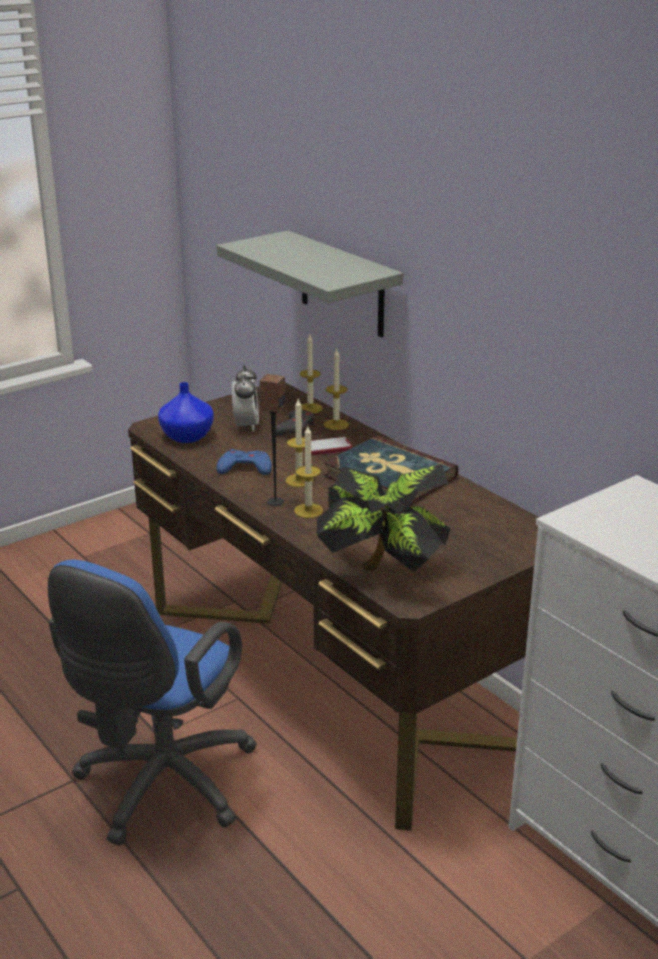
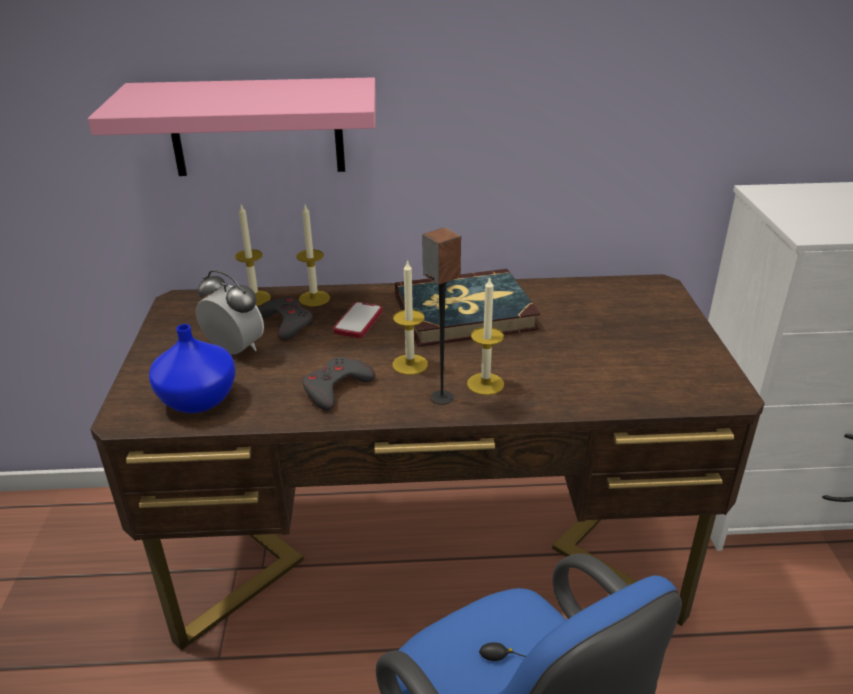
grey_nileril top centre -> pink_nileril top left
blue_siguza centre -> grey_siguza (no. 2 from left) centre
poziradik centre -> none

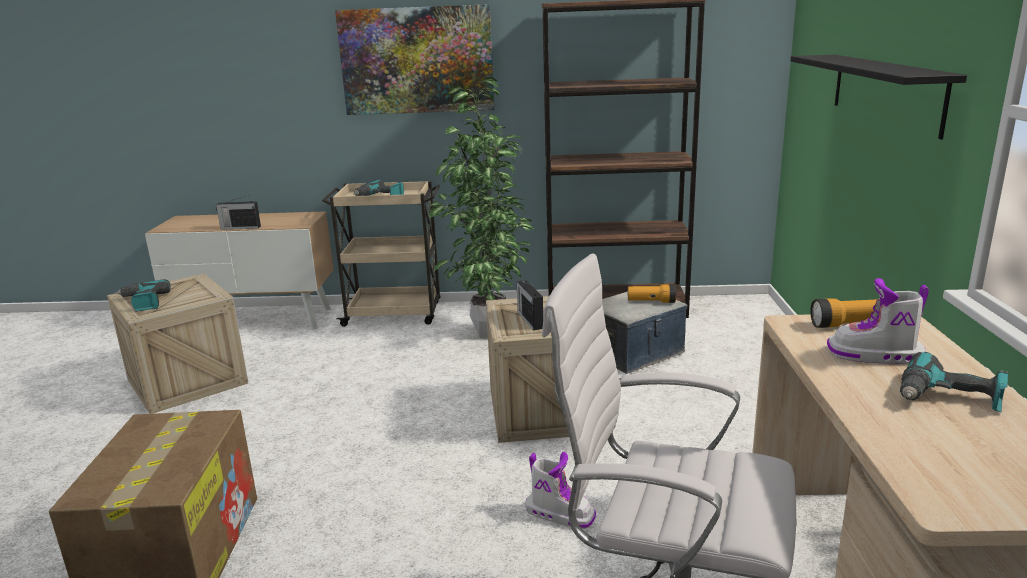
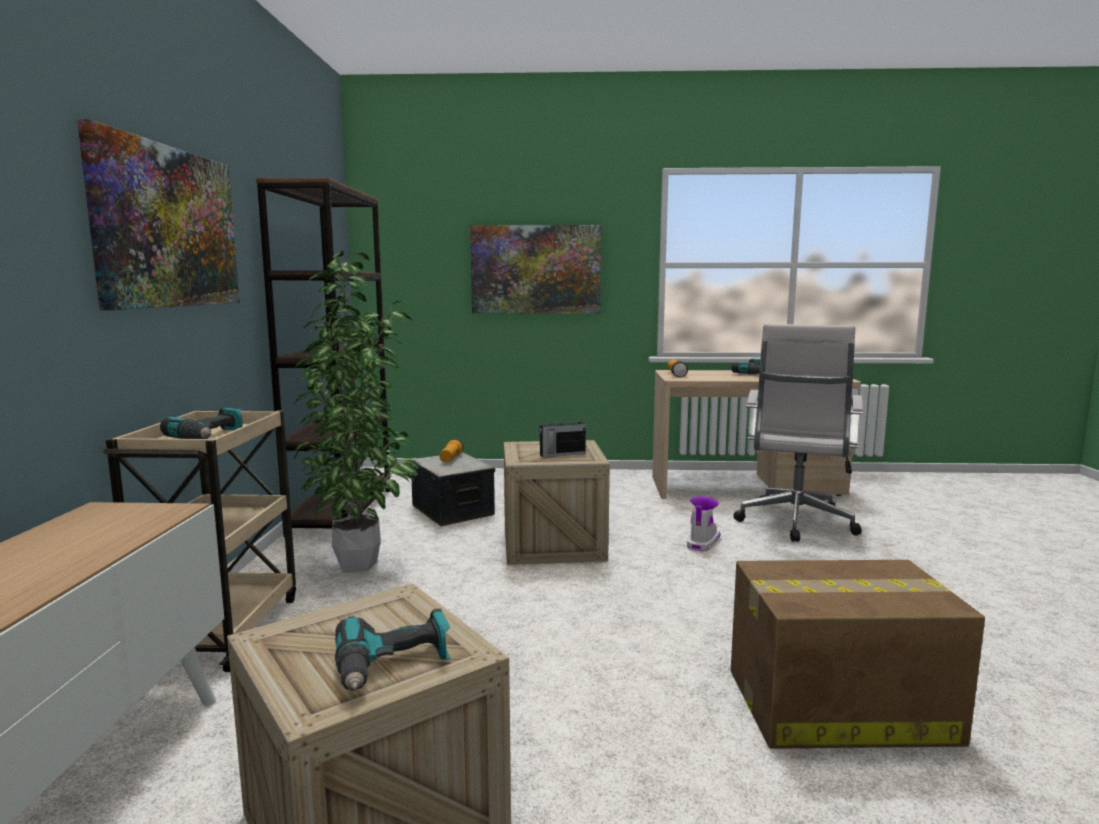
black_nileril top right -> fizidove (no. 2 from left) top centre
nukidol (no. 1 from left) middle left -> none
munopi (no. 2 from left) middle right -> none

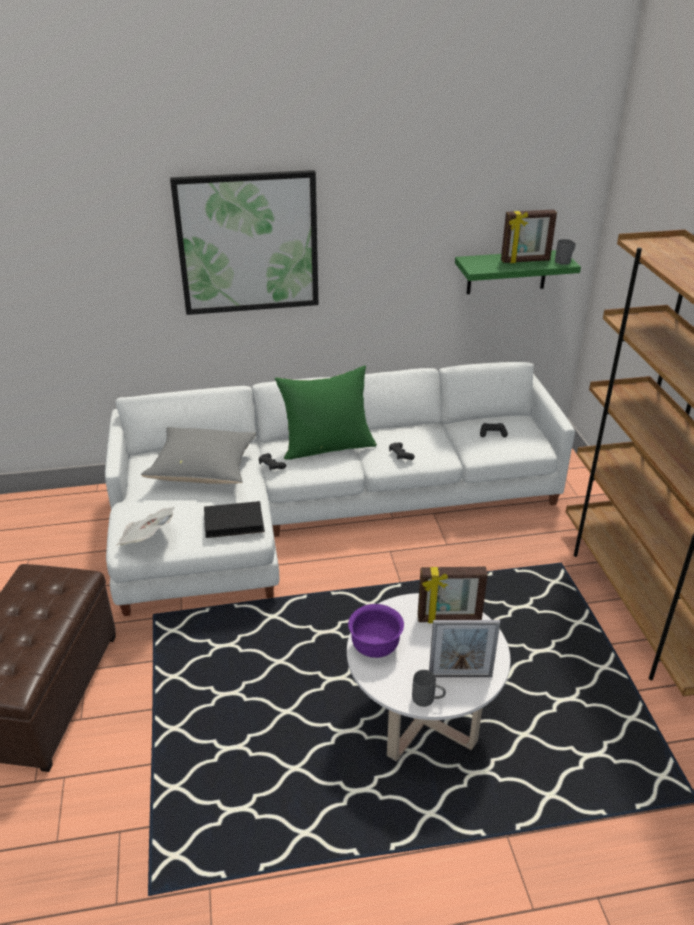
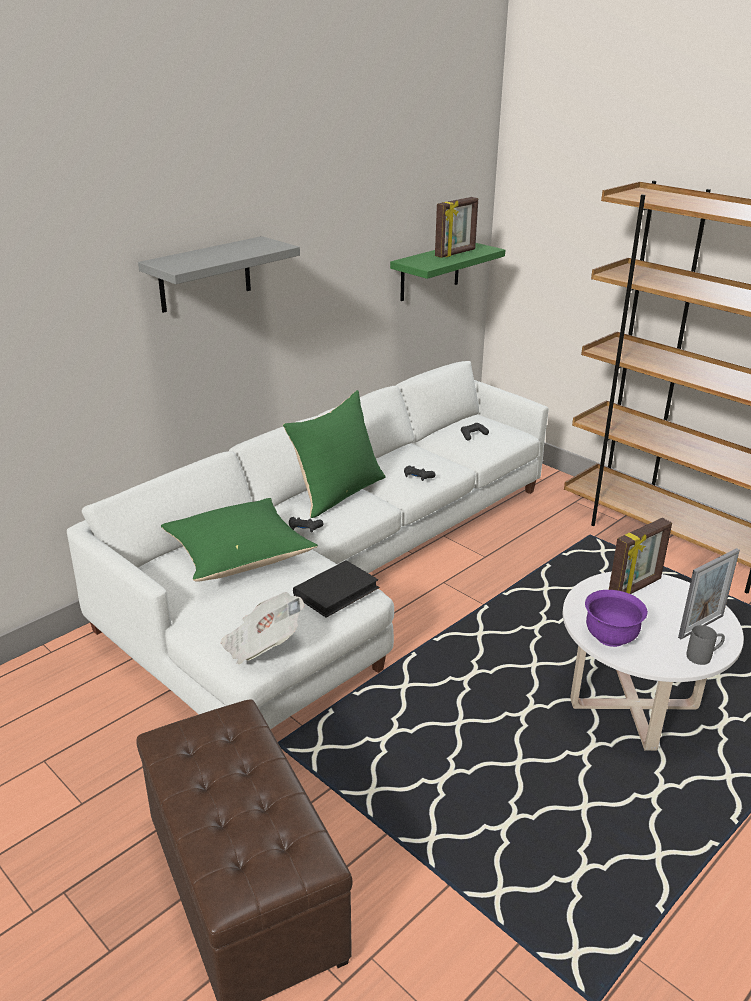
fizidove top centre -> grey_nileril top left
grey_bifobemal (no. 2 from left) top right -> none
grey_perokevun middle left -> green_perokevun (no. 1 from left) middle left

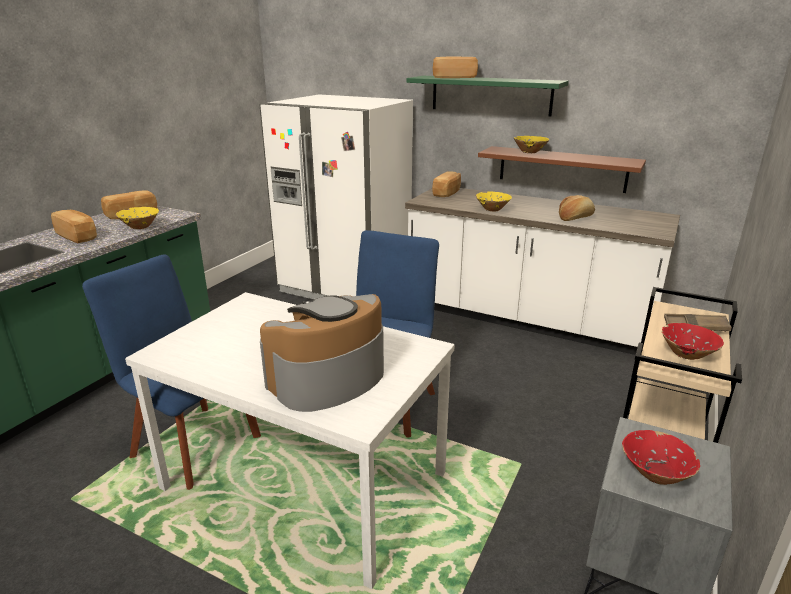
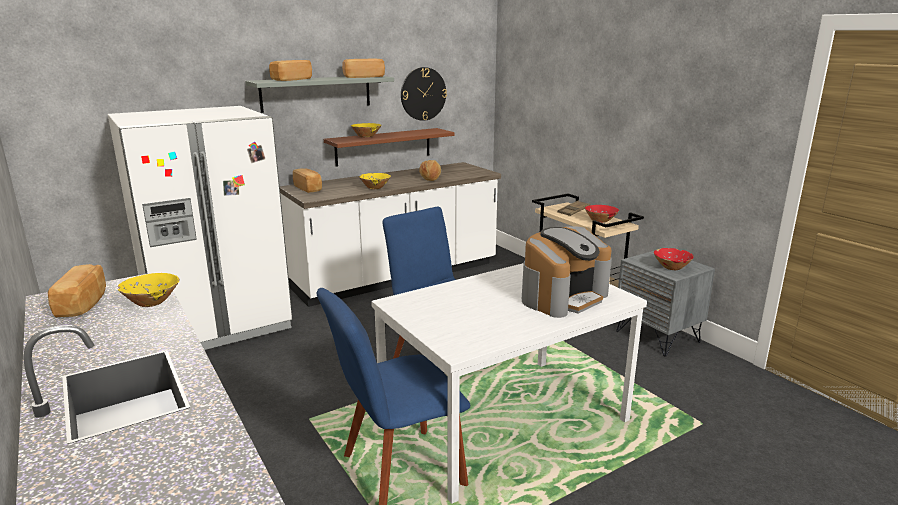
green_nileril top centre -> grey_nileril top centre
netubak (no. 1 from left in the first image) middle left -> netubak (no. 4 from left) top centre, shifted
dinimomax centre, 120 degrees counterclockwise
none -> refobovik top centre

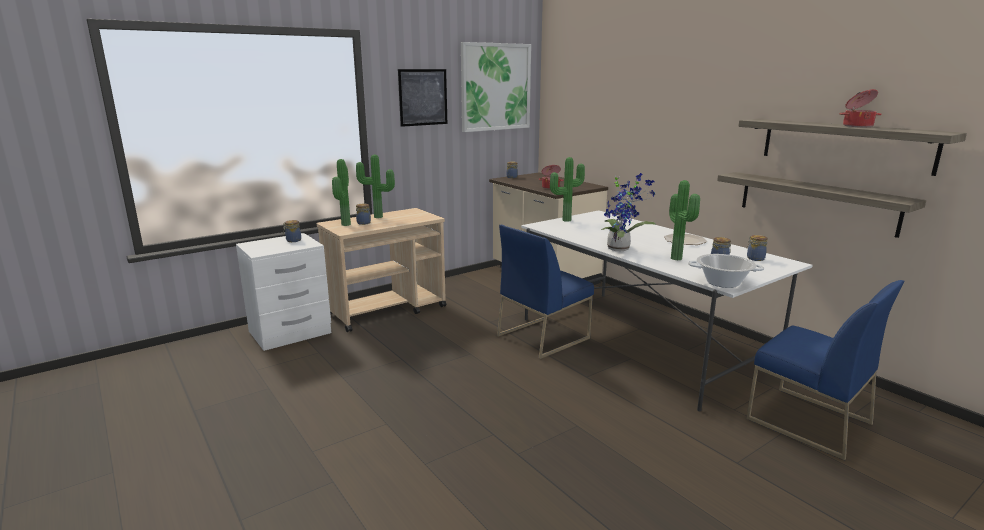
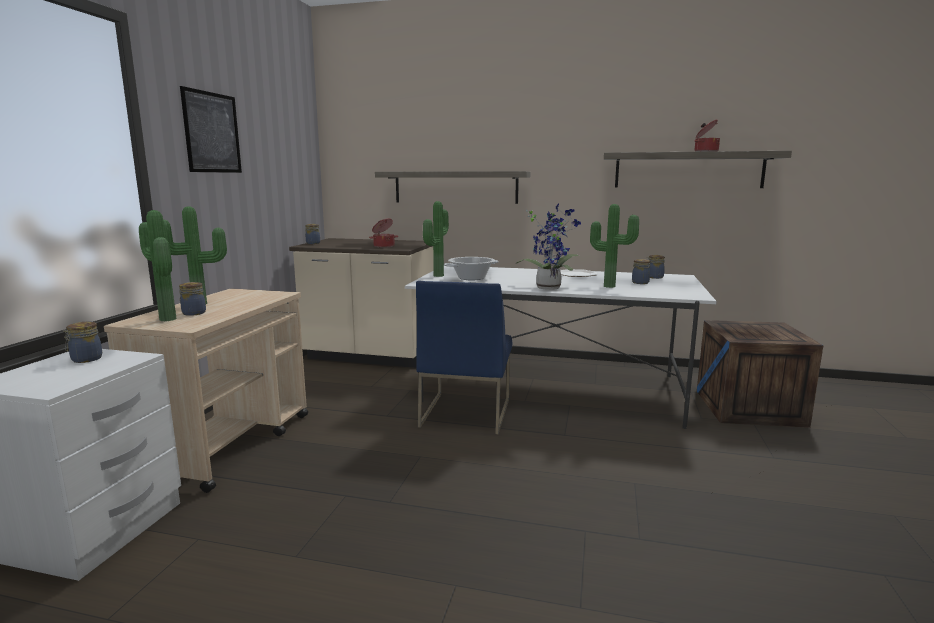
fizidove (no. 2 from left) top centre -> none
nileril (no. 1 from left) middle right -> nileril (no. 1 from left) top centre, shifted
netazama (no. 2 from left) middle right -> netazama (no. 2 from left) centre, shifted
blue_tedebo (no. 2 from left) bottom right -> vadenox middle right

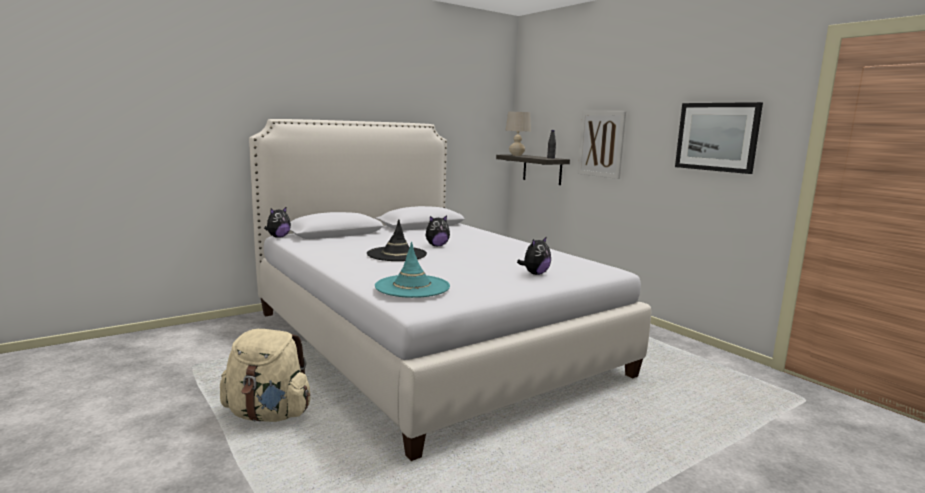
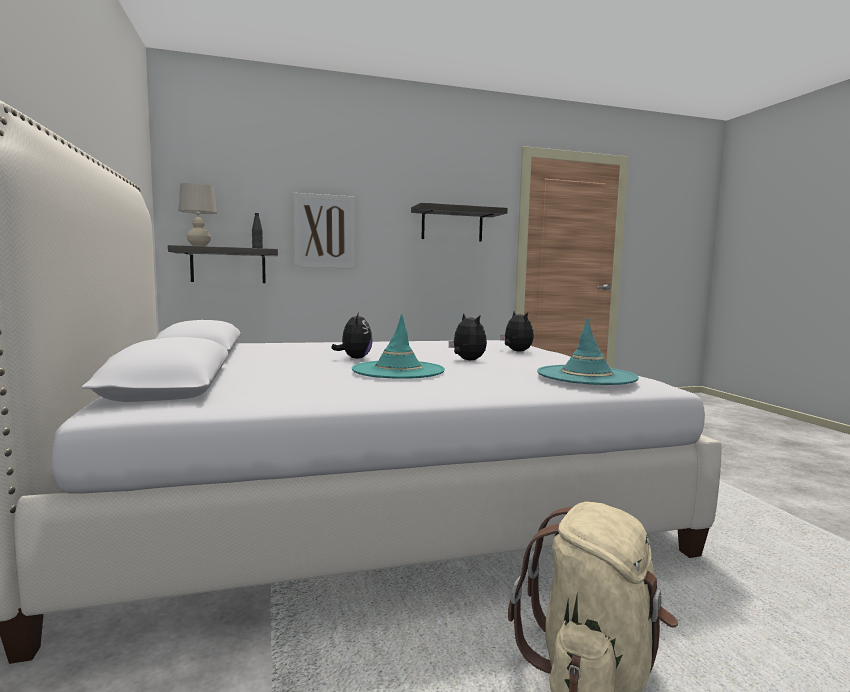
fizidove (no. 2 from left) top right -> nileril (no. 2 from left) top centre
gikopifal (no. 1 from left in the first image) middle left -> gikopifal (no. 2 from left) centre, shifted
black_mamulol centre -> turquoise_mamulol (no. 1 from left) centre

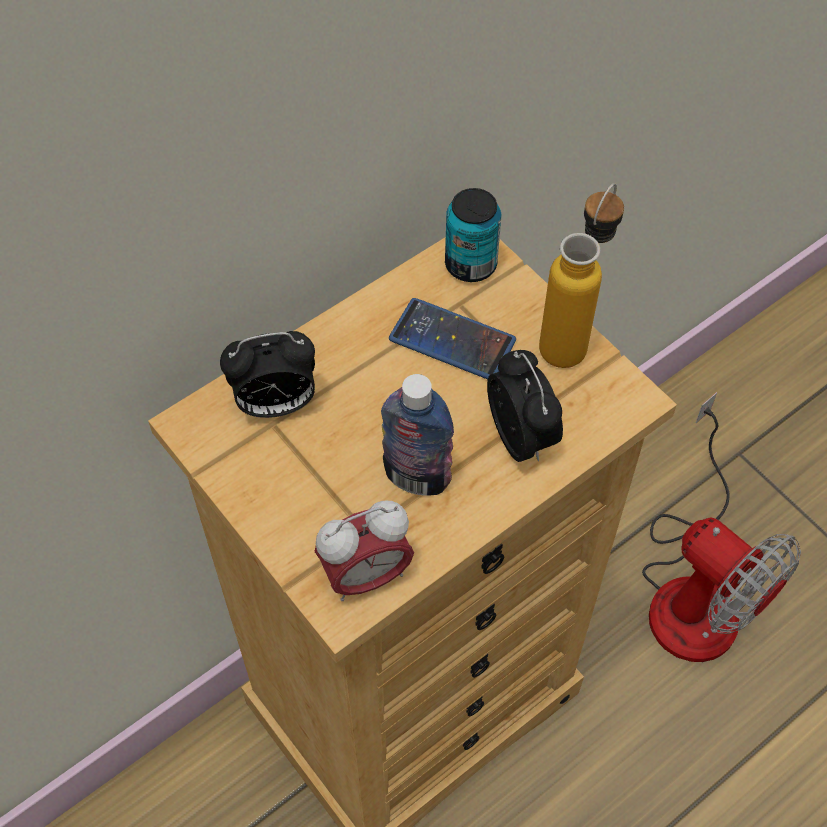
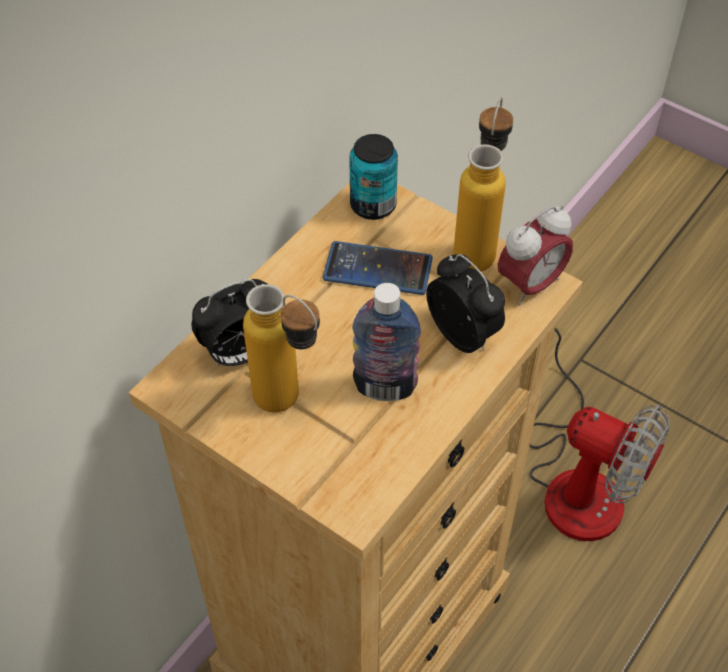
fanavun (no. 2 from left in the first image) centre -> fanavun (no. 3 from left) middle right, shifted
none -> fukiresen (no. 1 from left) centre

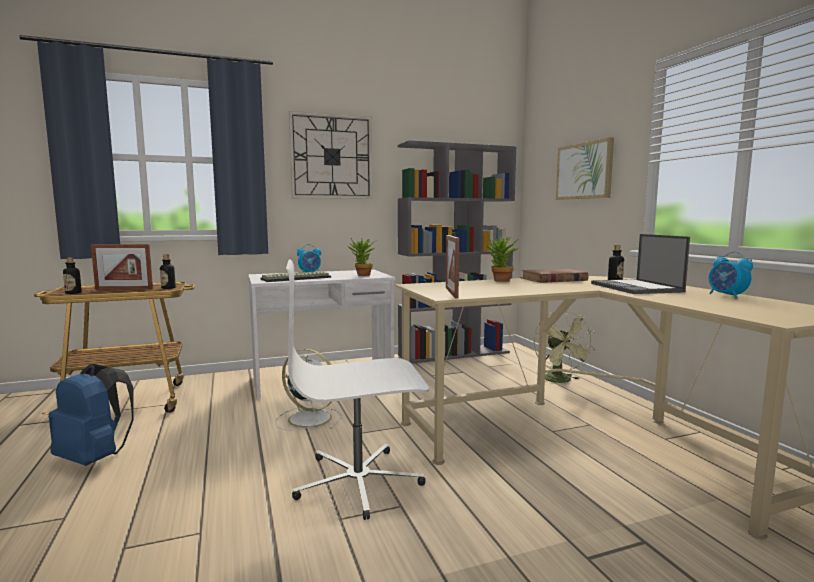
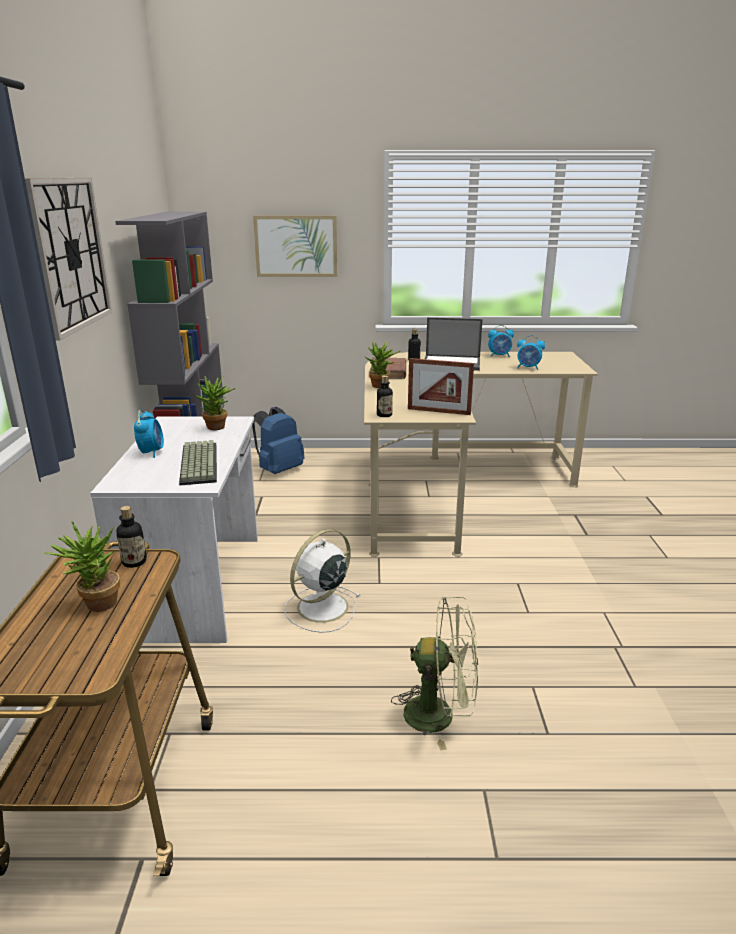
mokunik (no. 1 from left) middle left -> poziradik (no. 1 from left) middle left
fukiresen (no. 1 from left in the first image) middle left -> fukiresen (no. 2 from left) centre, shifted
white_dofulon bottom centre -> none
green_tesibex middle right -> green_tesibex bottom centre, shifted
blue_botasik bottom left -> blue_botasik centre, shifted
none -> fanavun (no. 3 from left) middle right

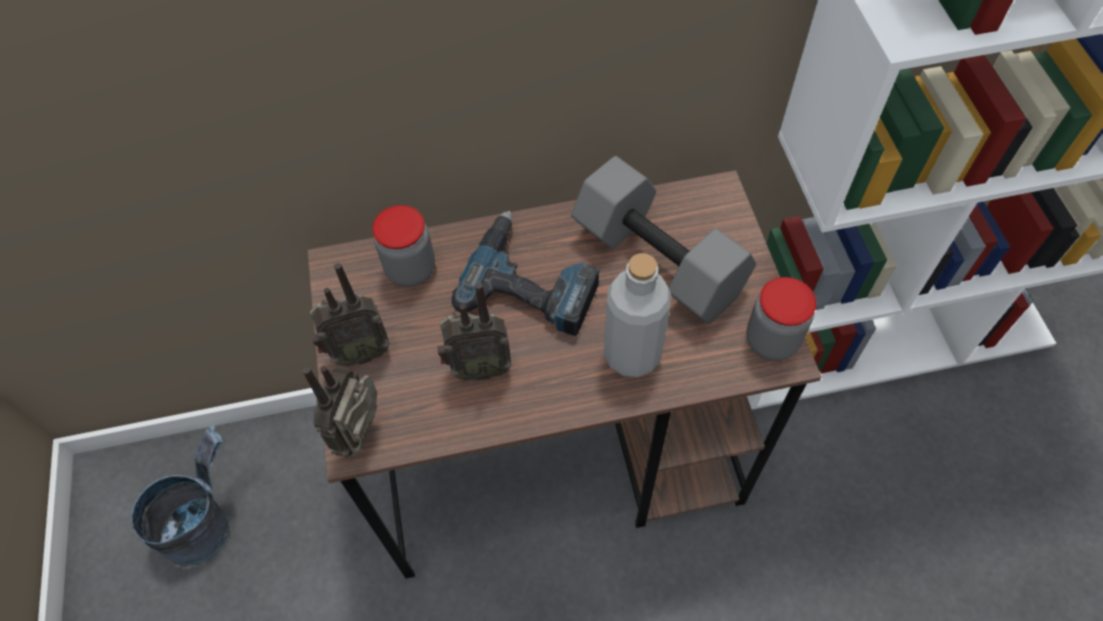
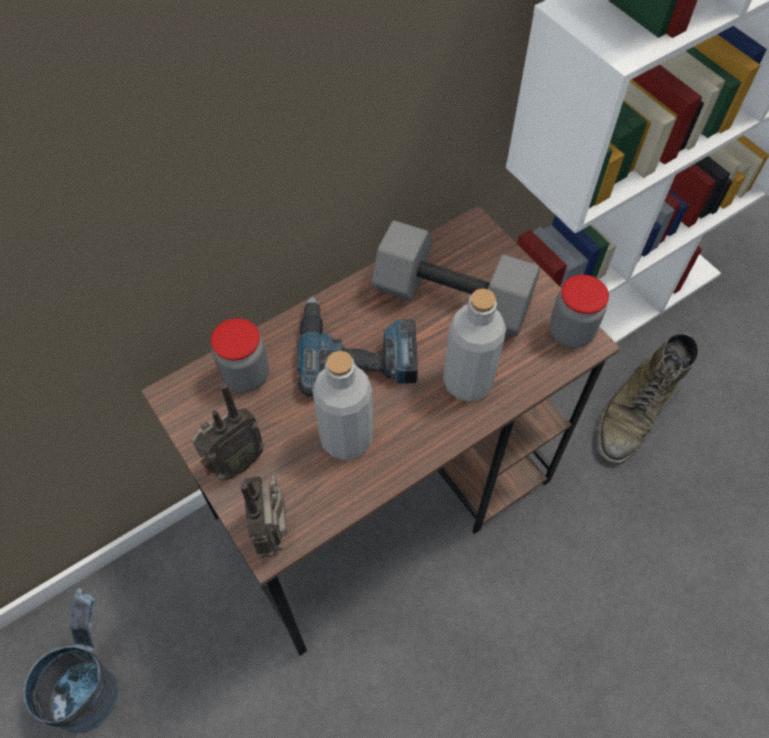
nukidol (no. 3 from left) centre -> grey_fukiresen (no. 1 from left) centre
none -> green_munopi middle right

